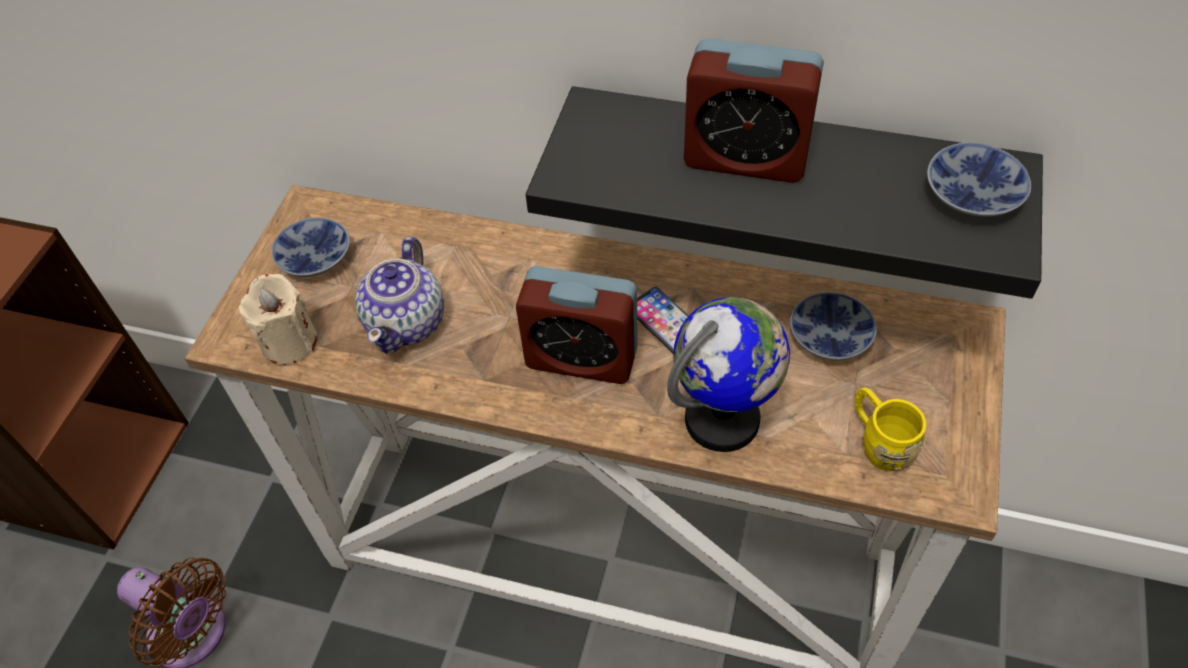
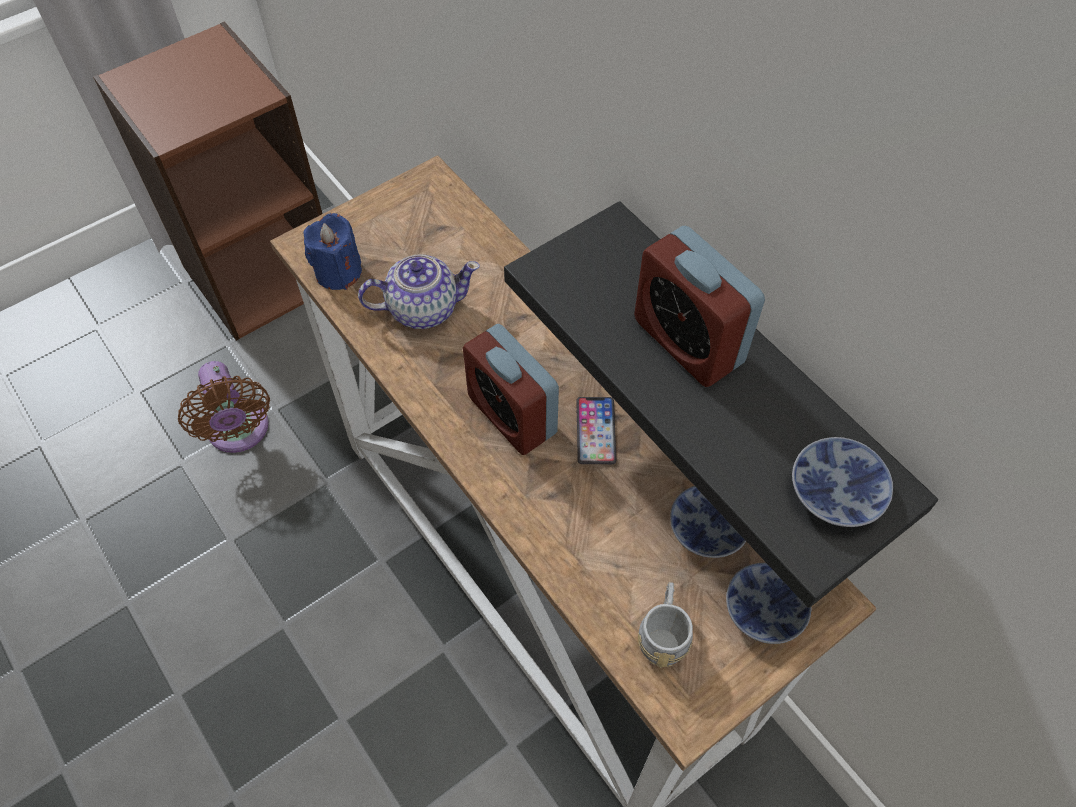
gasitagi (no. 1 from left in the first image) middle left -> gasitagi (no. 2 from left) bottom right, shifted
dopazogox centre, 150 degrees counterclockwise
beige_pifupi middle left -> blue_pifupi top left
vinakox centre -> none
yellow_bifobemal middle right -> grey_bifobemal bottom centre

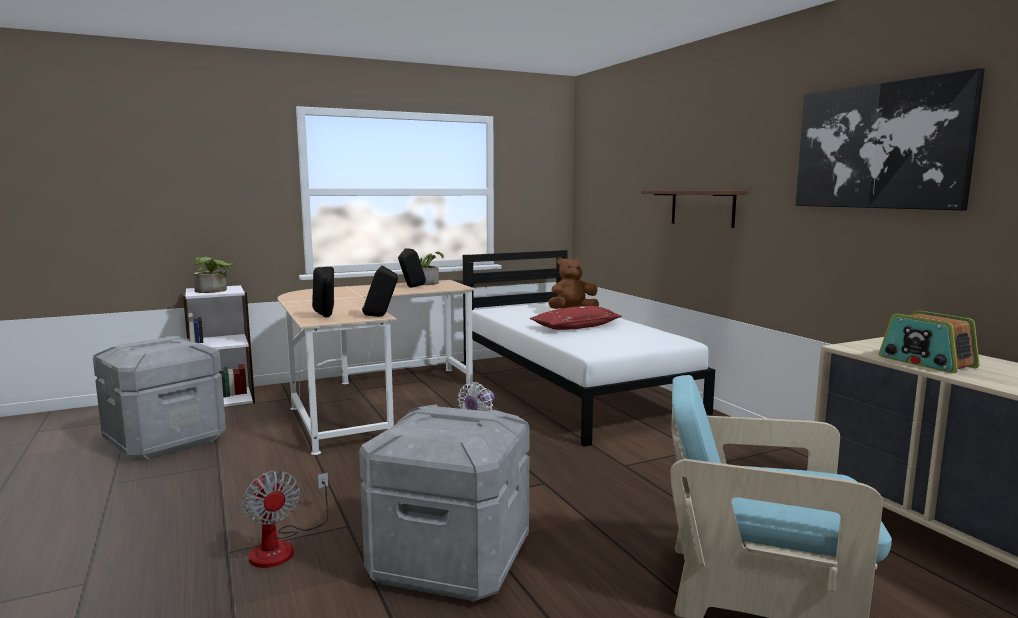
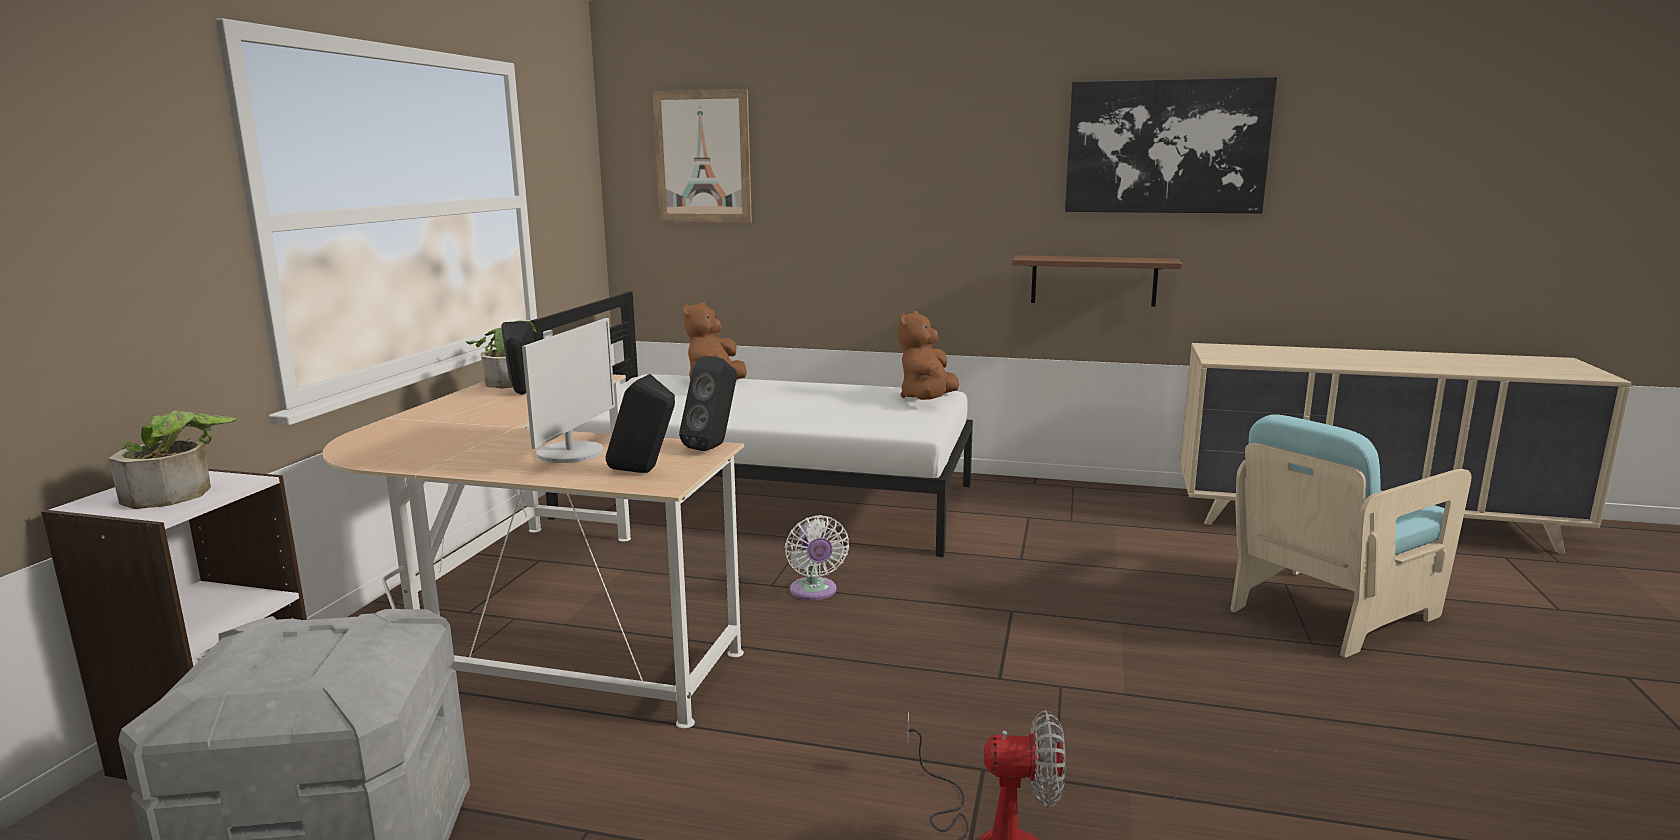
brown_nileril middle right -> brown_nileril centre, shifted
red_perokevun centre -> none
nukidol middle right -> none
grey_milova (no. 2 from left) bottom centre -> none
none -> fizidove (no. 1 from left) top centre
none -> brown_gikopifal (no. 2 from left) centre
none -> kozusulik centre

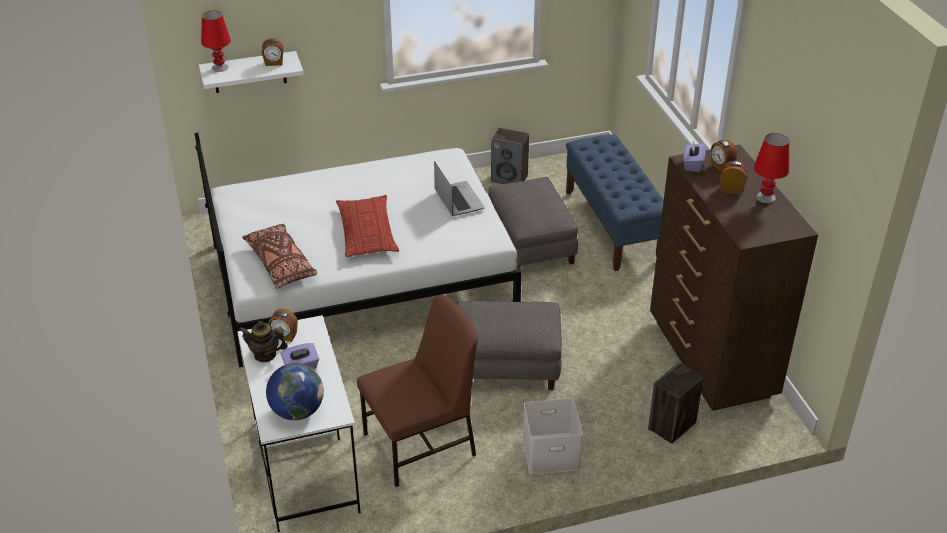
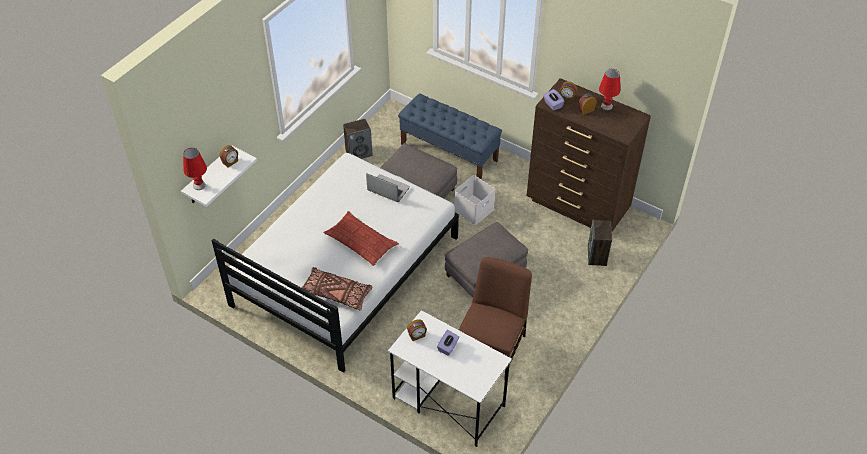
dopazogox middle left -> none
vinakox bottom left -> none
white_milova bottom centre -> white_milova centre, shifted

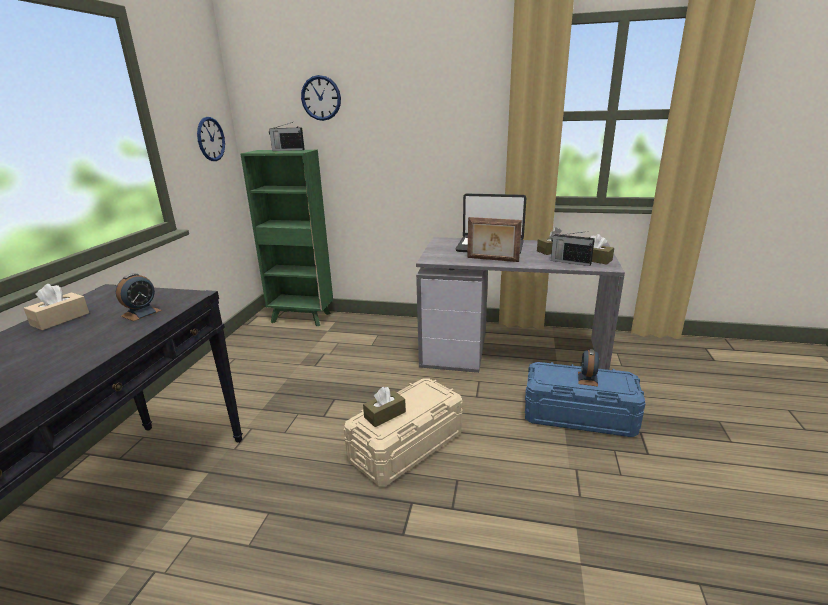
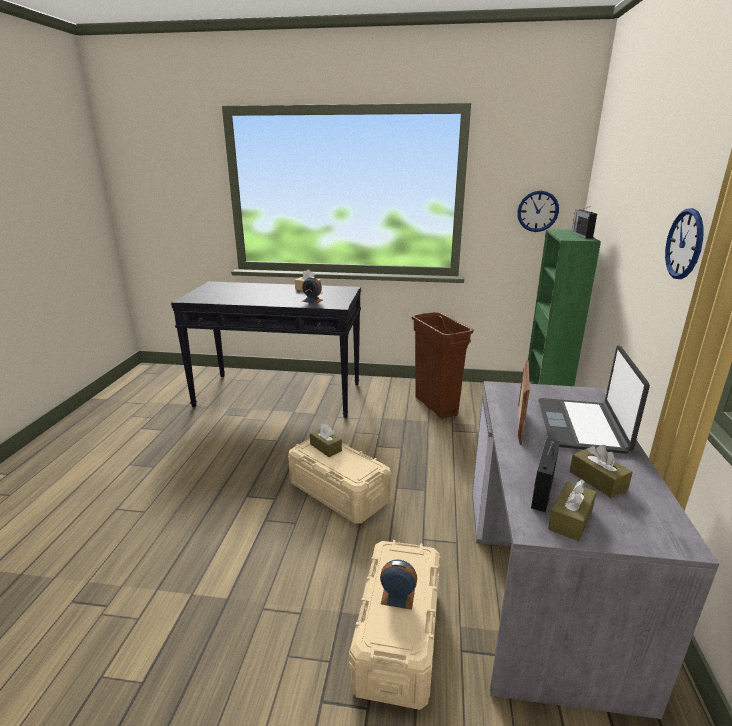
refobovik (no. 2 from left) top centre -> refobovik (no. 2 from left) middle right, shifted
blue_milova middle right -> beige_milova (no. 2 from left) bottom centre
none -> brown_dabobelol centre

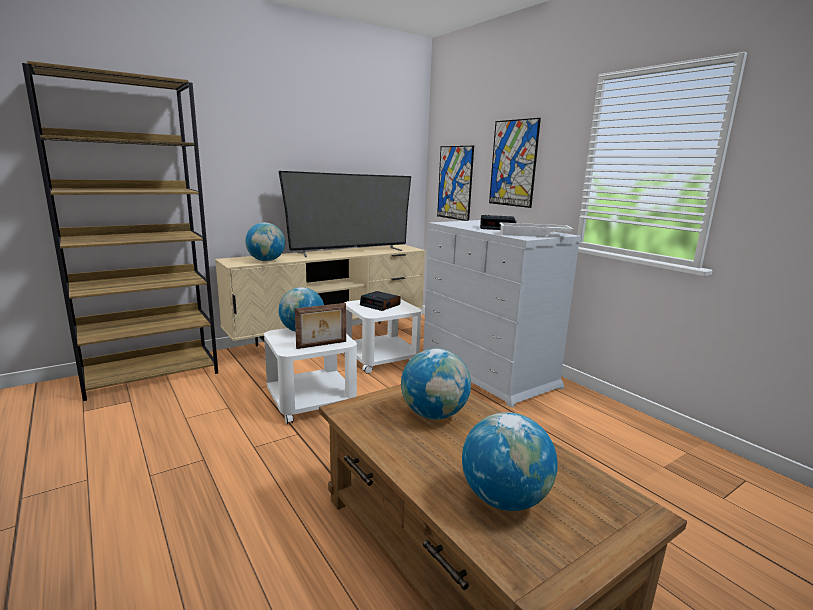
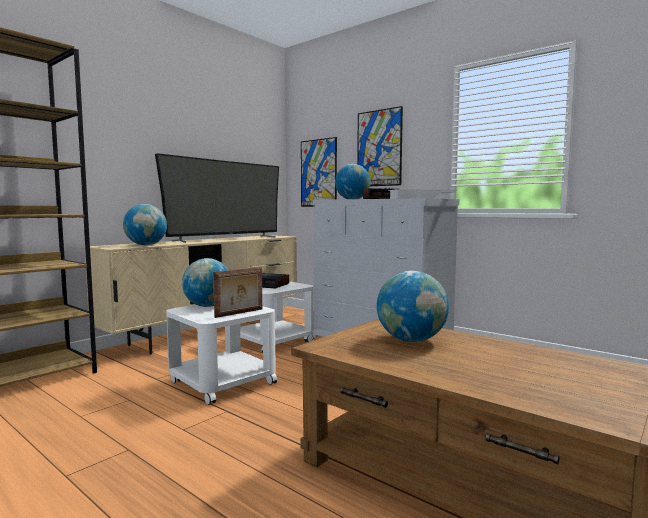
vinakox (no. 4 from left in the first image) bottom centre -> vinakox (no. 3 from left) centre, shifted

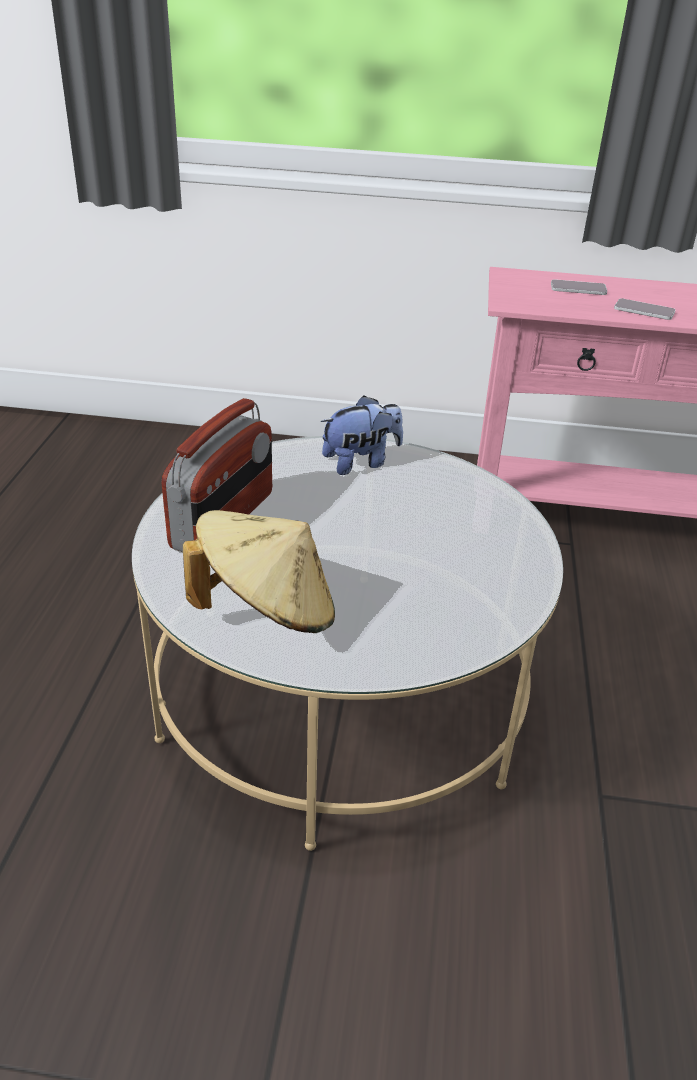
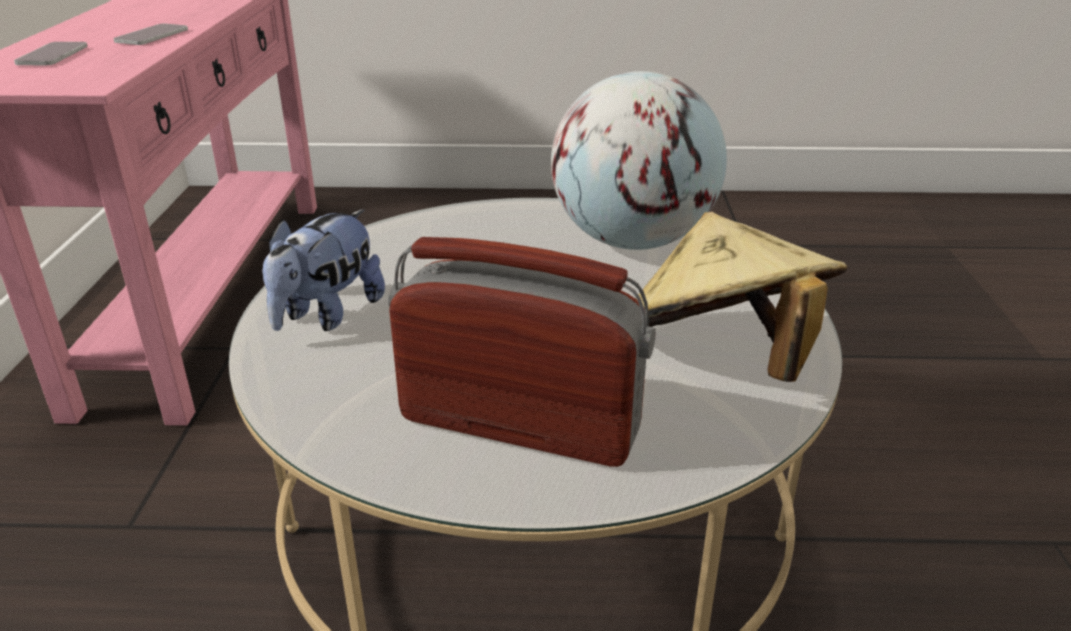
gikopifal centre -> gikopifal middle left, 120 degrees counterclockwise
none -> vinakox top centre

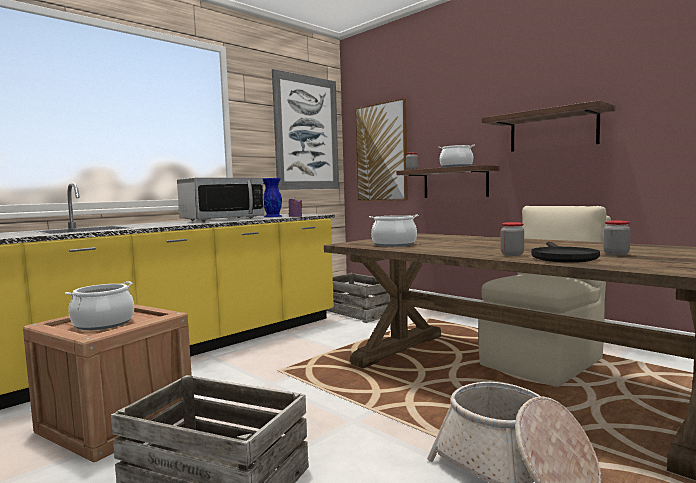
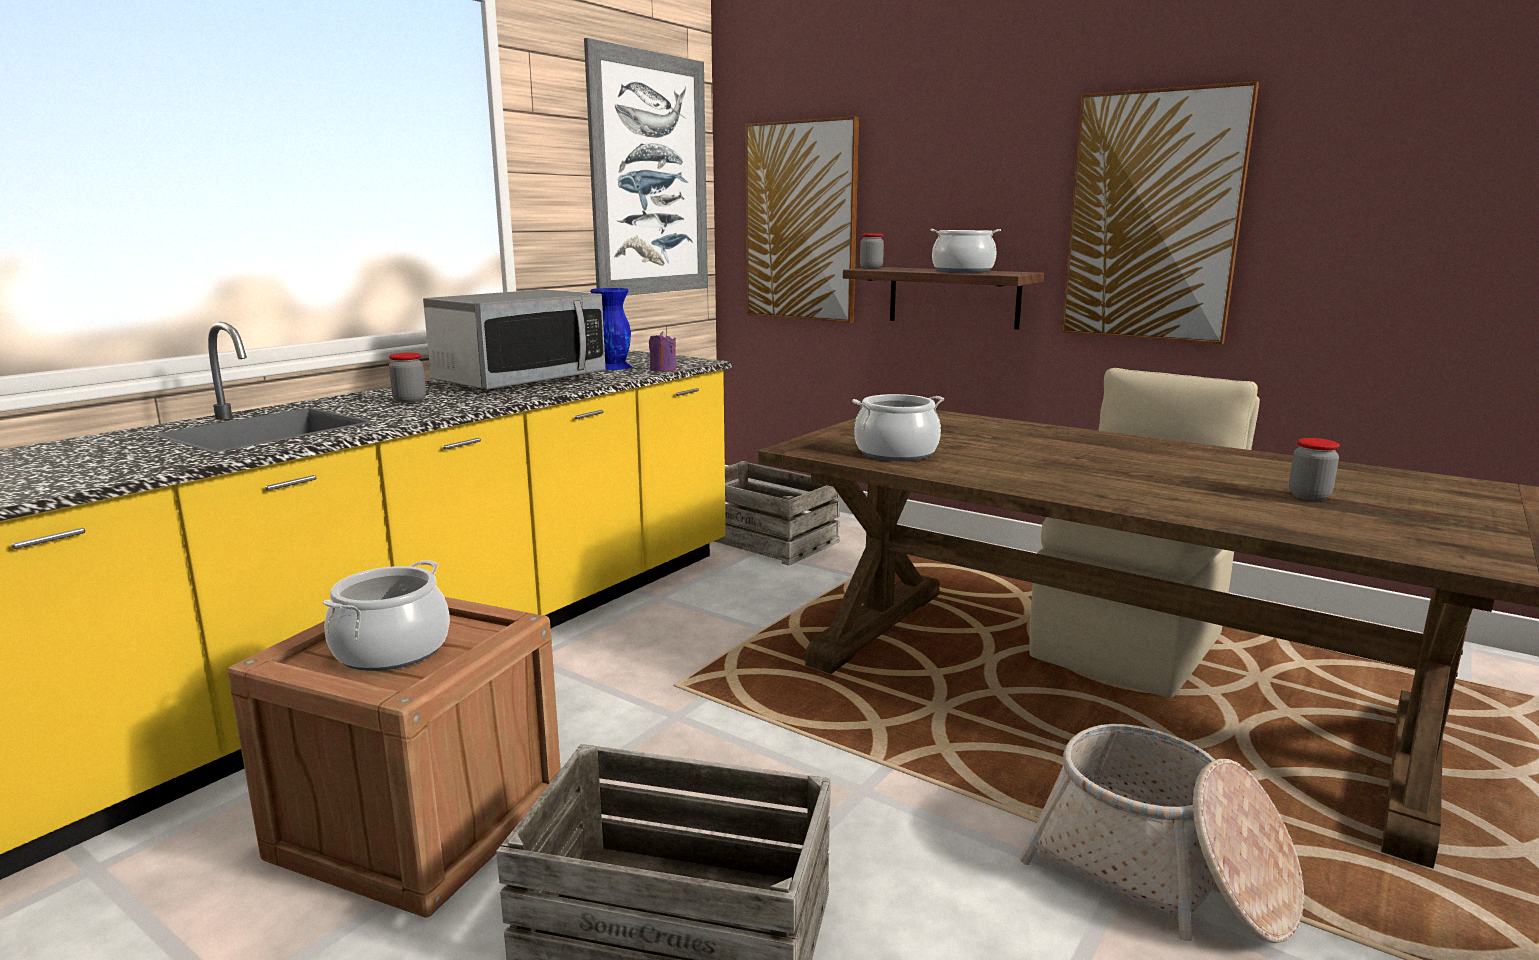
nileril (no. 2 from left) top right -> fizidove (no. 3 from left) top right
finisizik (no. 2 from left in the first image) middle right -> finisizik (no. 1 from left) middle left, shifted
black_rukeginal middle right -> none

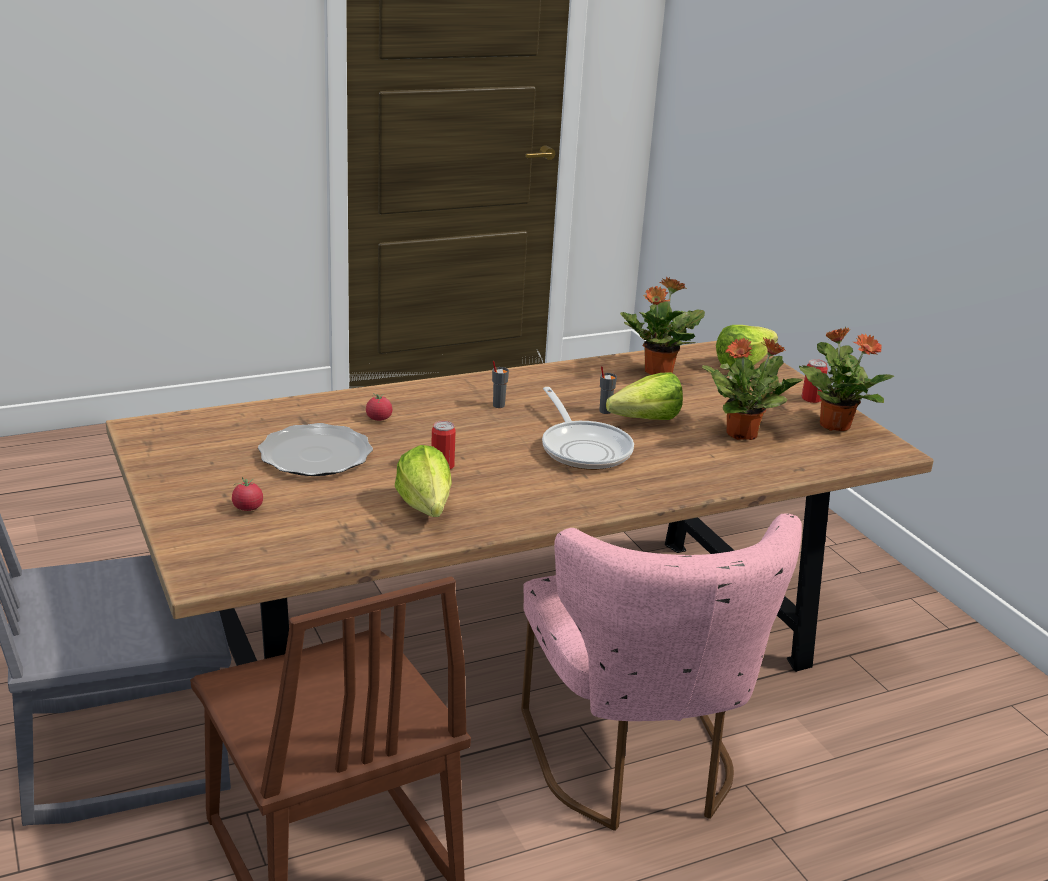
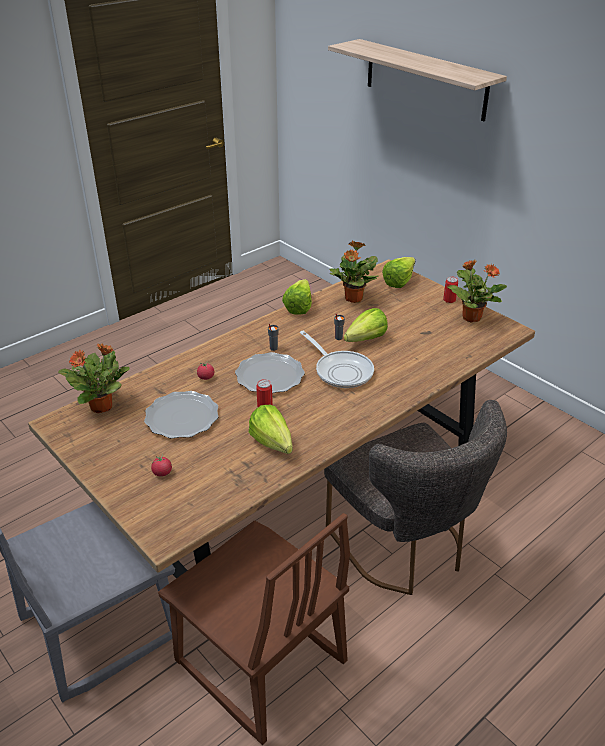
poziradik (no. 2 from left in the first image) middle right -> poziradik (no. 1 from left) middle left, shifted
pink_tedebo bottom centre -> grey_tedebo (no. 2 from left) middle right
none -> nileril top right
none -> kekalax (no. 2 from left) centre
none -> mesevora (no. 2 from left) centre

